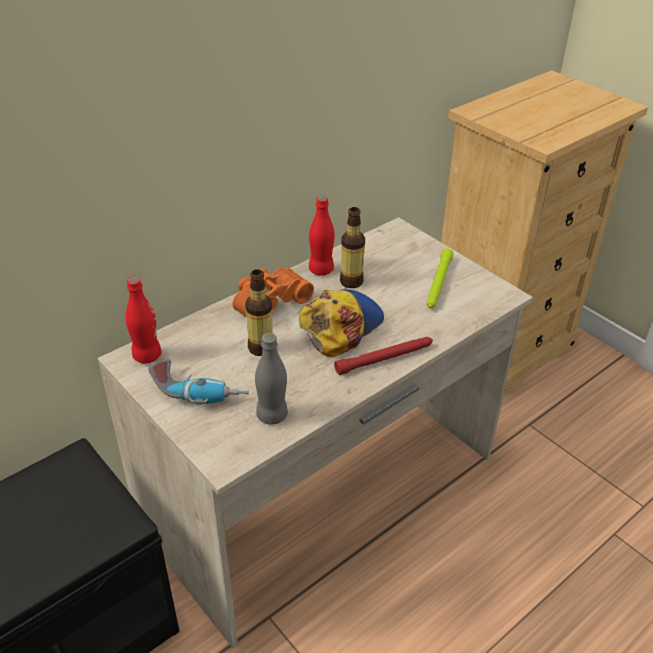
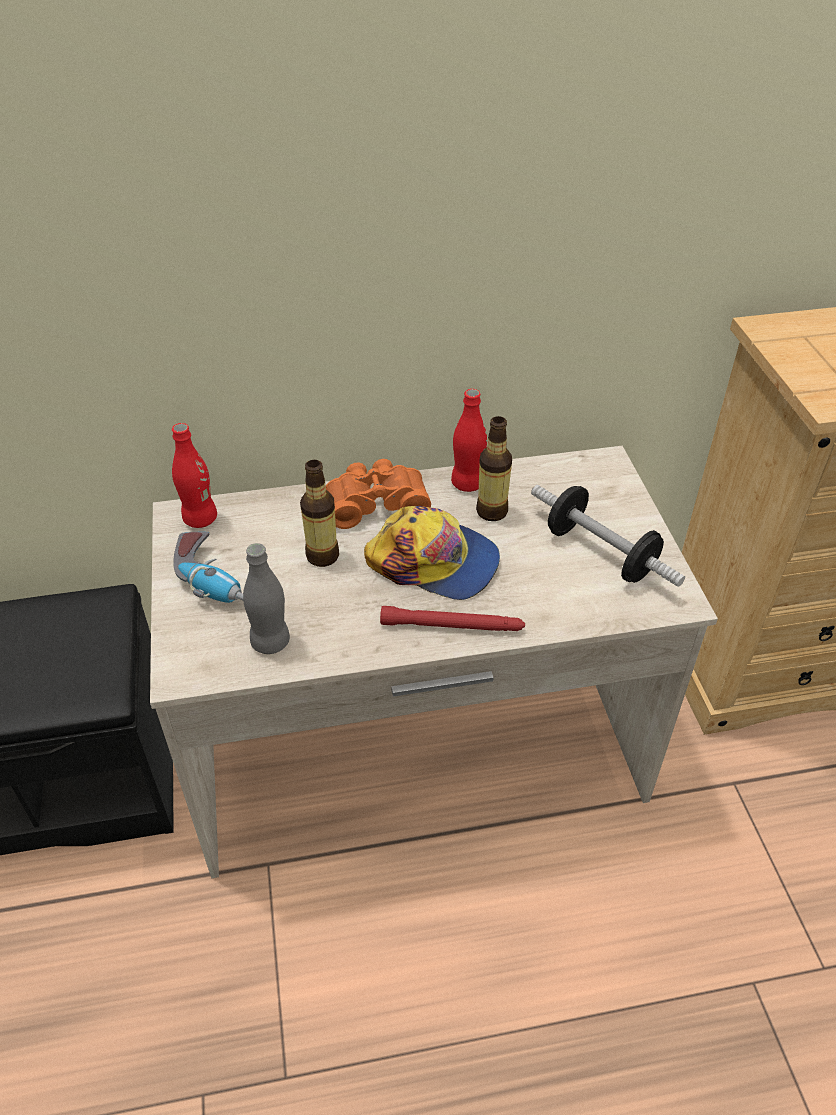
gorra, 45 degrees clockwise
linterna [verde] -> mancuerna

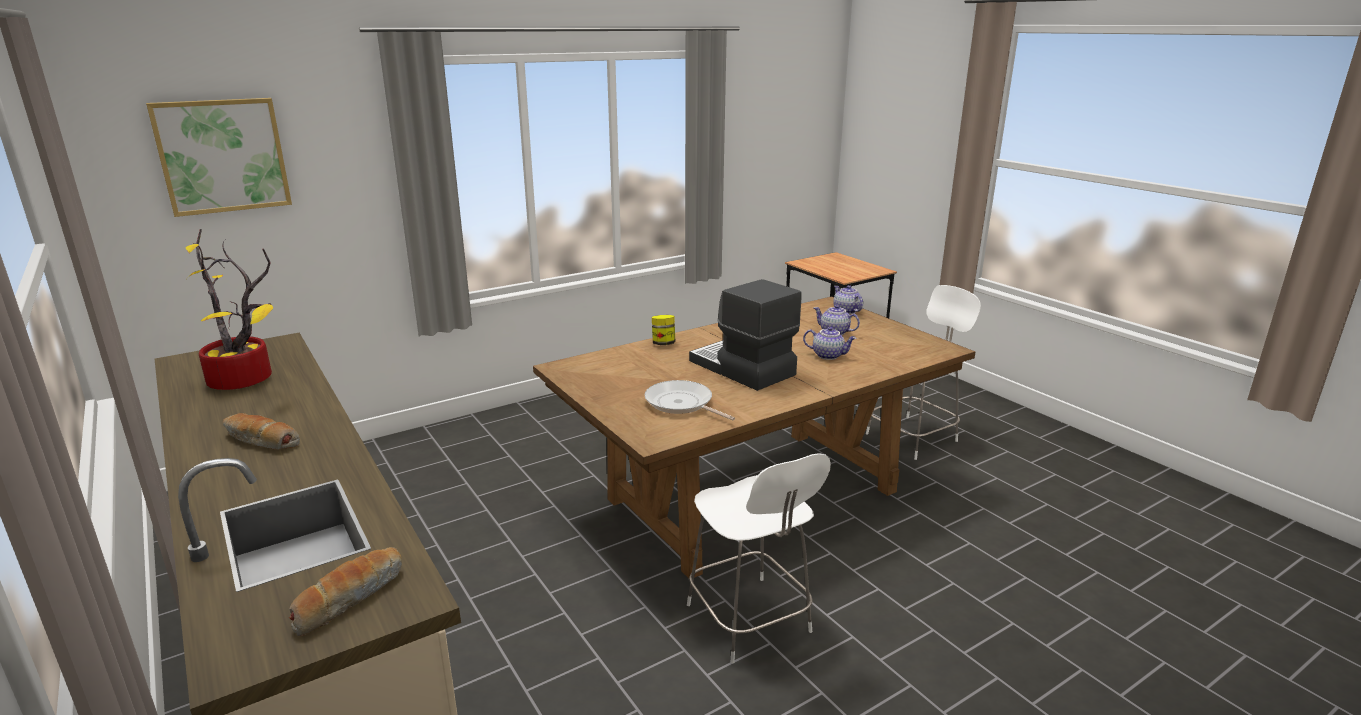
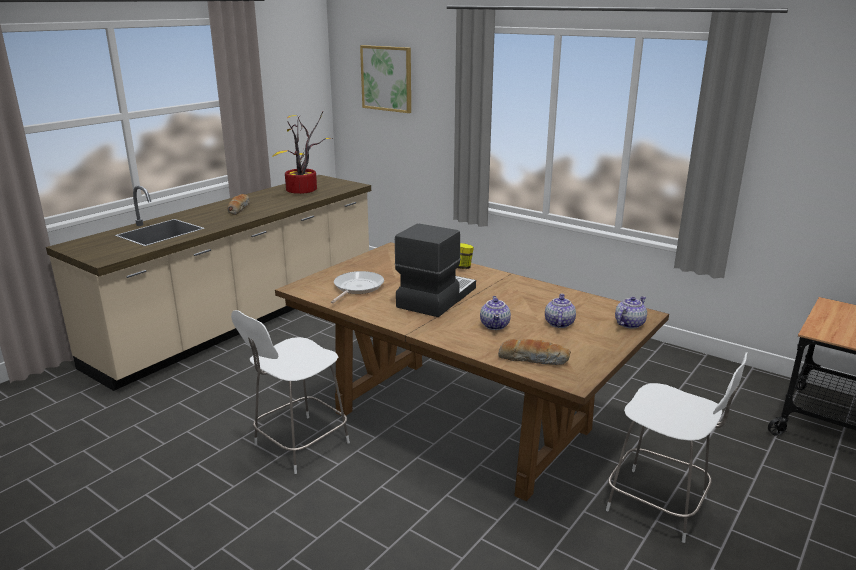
pan (2nd from left), moved

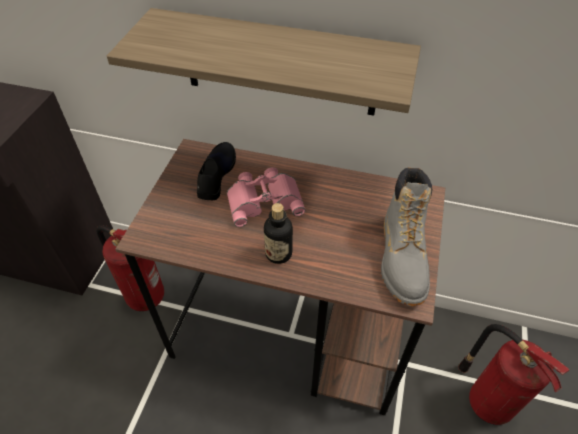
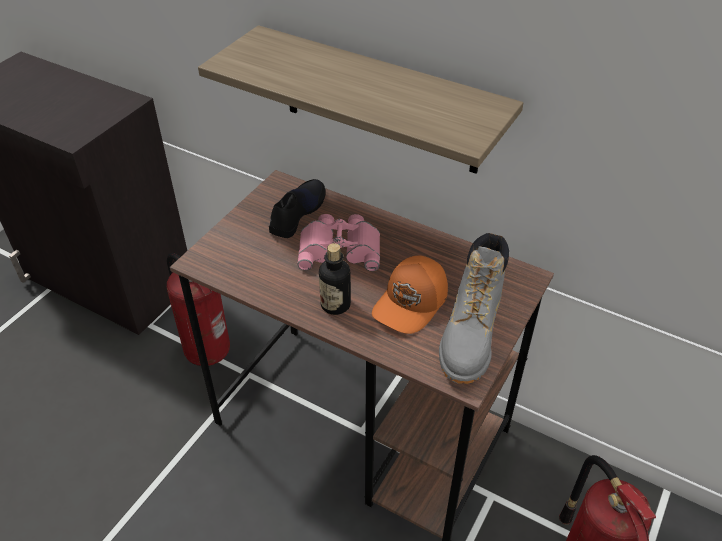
none -> gorra [naranja]

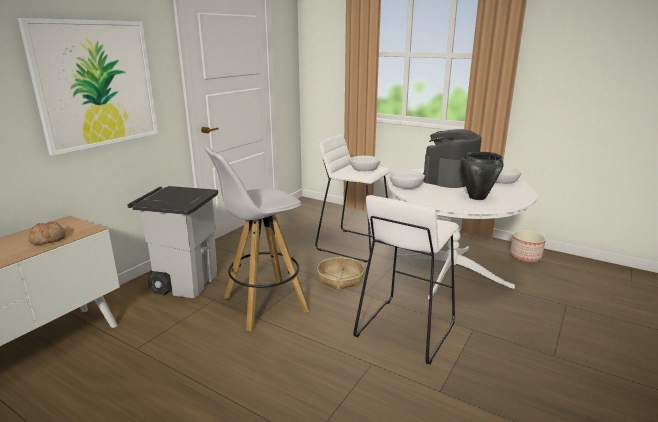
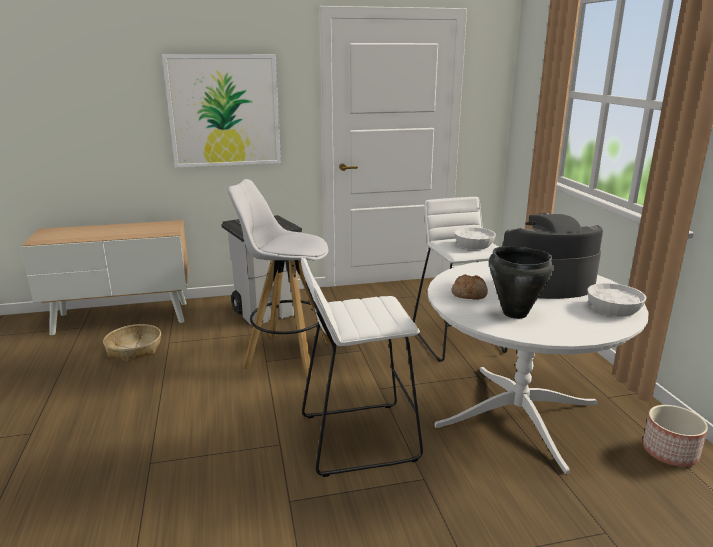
pan, moved
cesta, moved
cuenco [blanco] (2nd from left) -> none

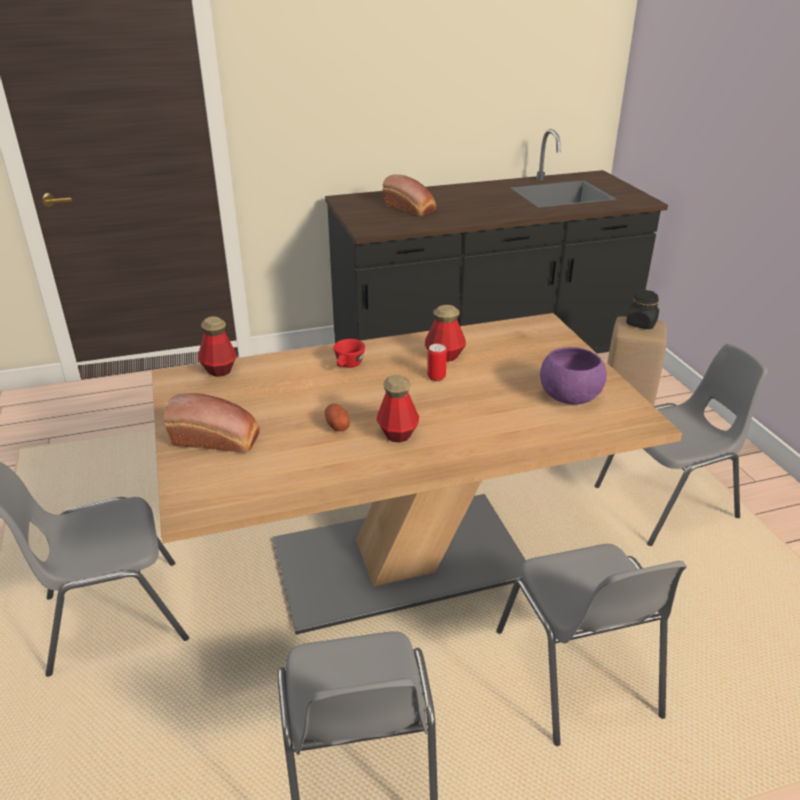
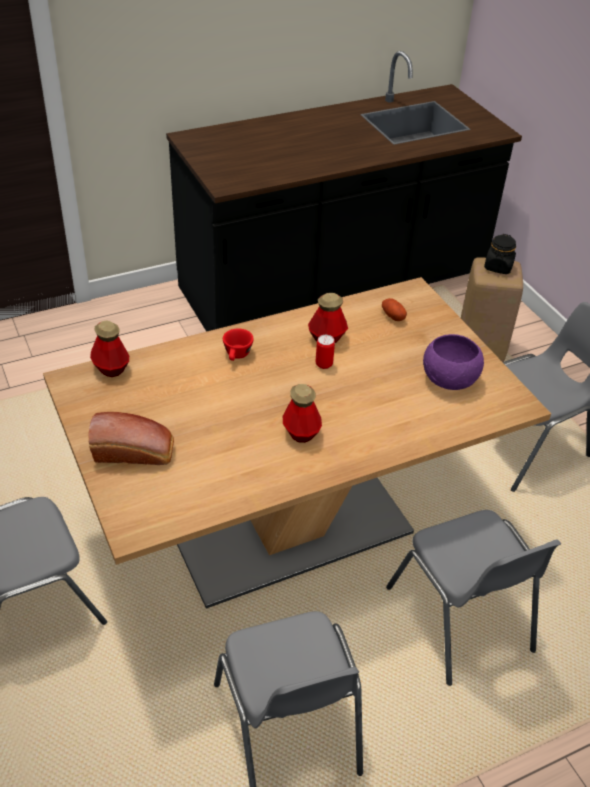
patata, moved
pan (2nd from left) -> none

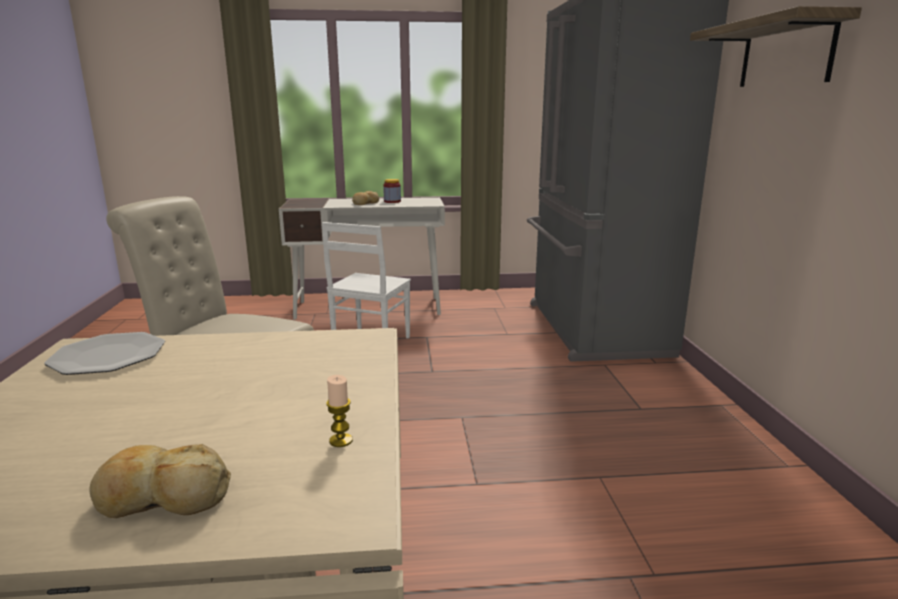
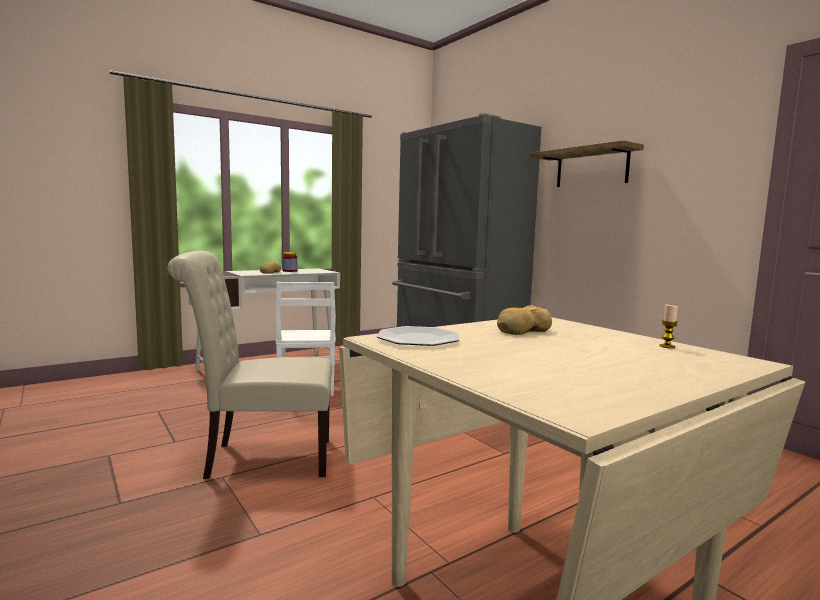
pan (1st from left in the first image) -> pan (2nd from left), moved

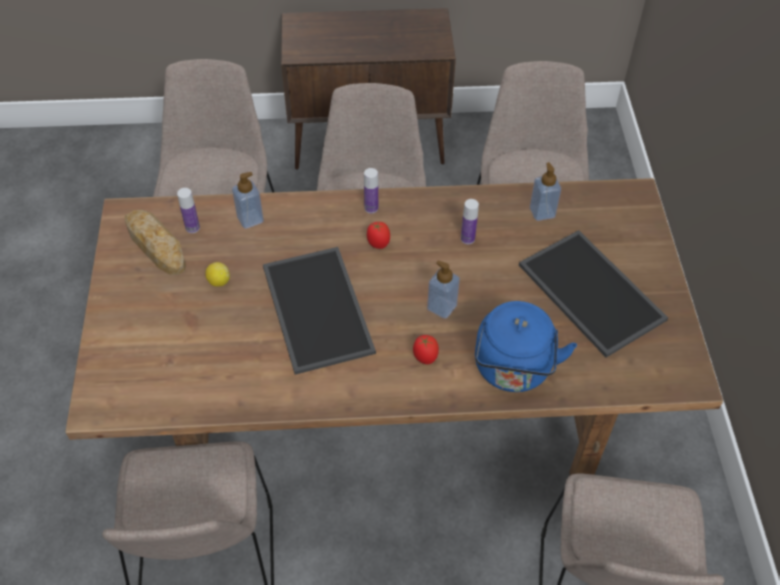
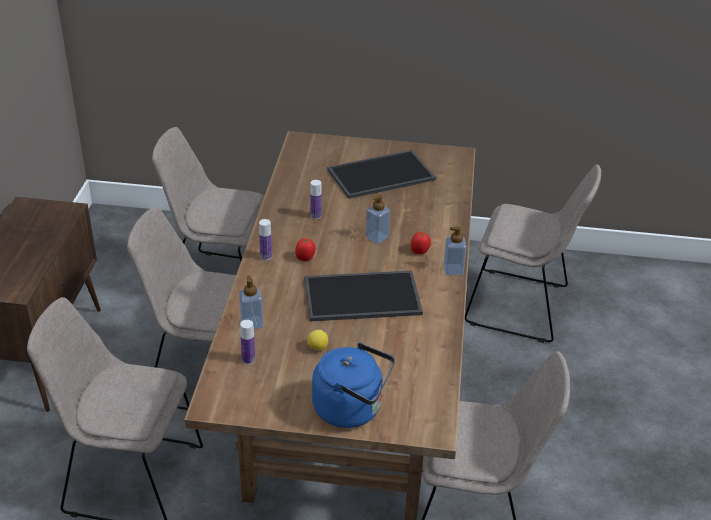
pan -> none
hervidor [azul], moved
dispensador de jabón (3rd from left), moved

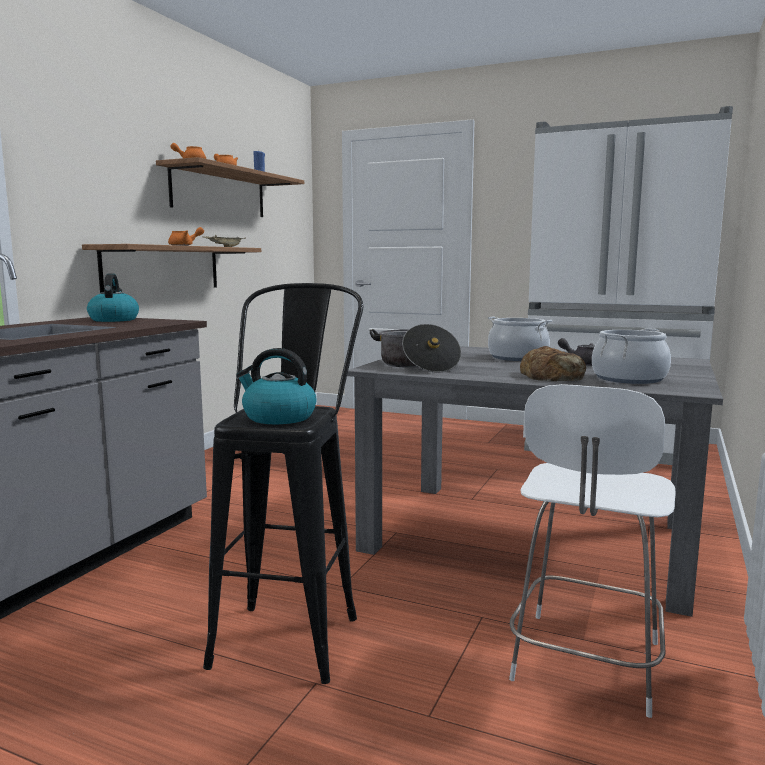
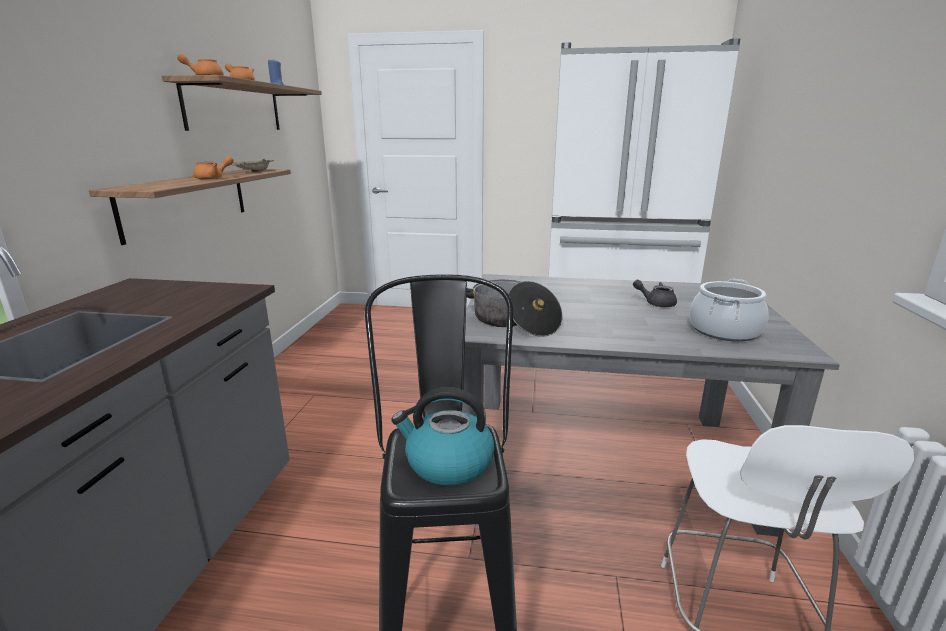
hervidor (1st from left) -> none
olla (2nd from left) -> none
pan -> none

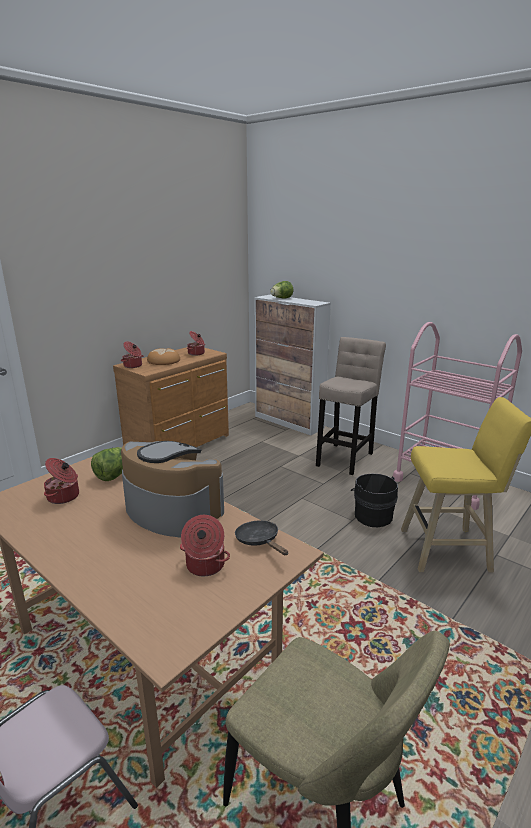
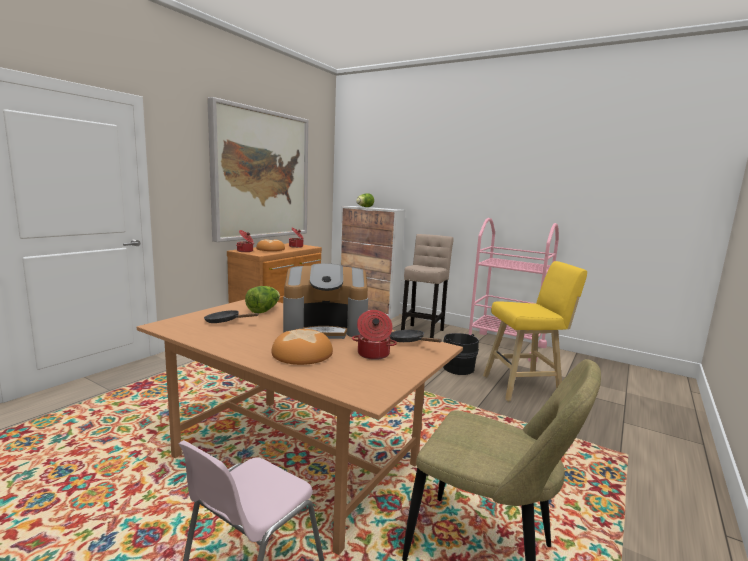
olla (1st from left) -> sartén [negro] (1st from left)
cafetera, 150 degrees clockwise
none -> cuadro
none -> pan (2nd from left)

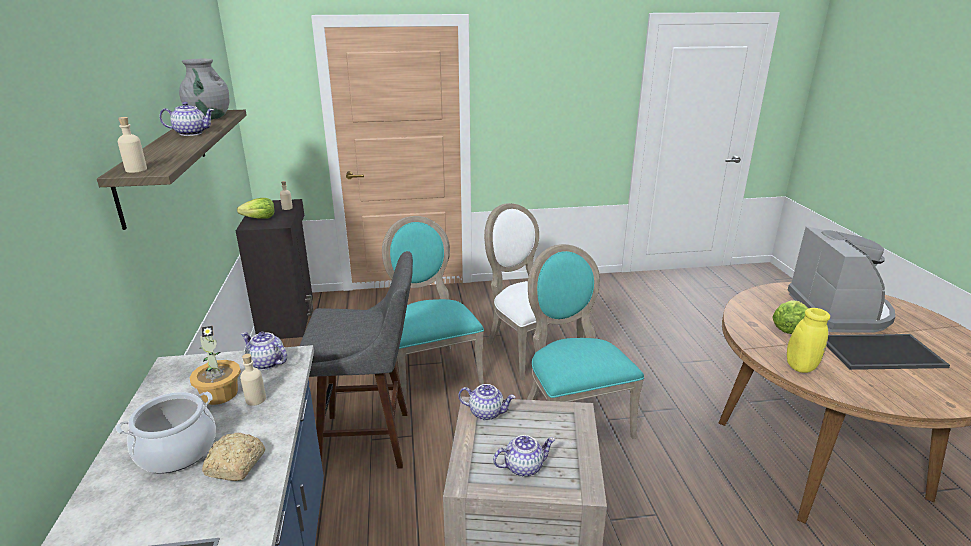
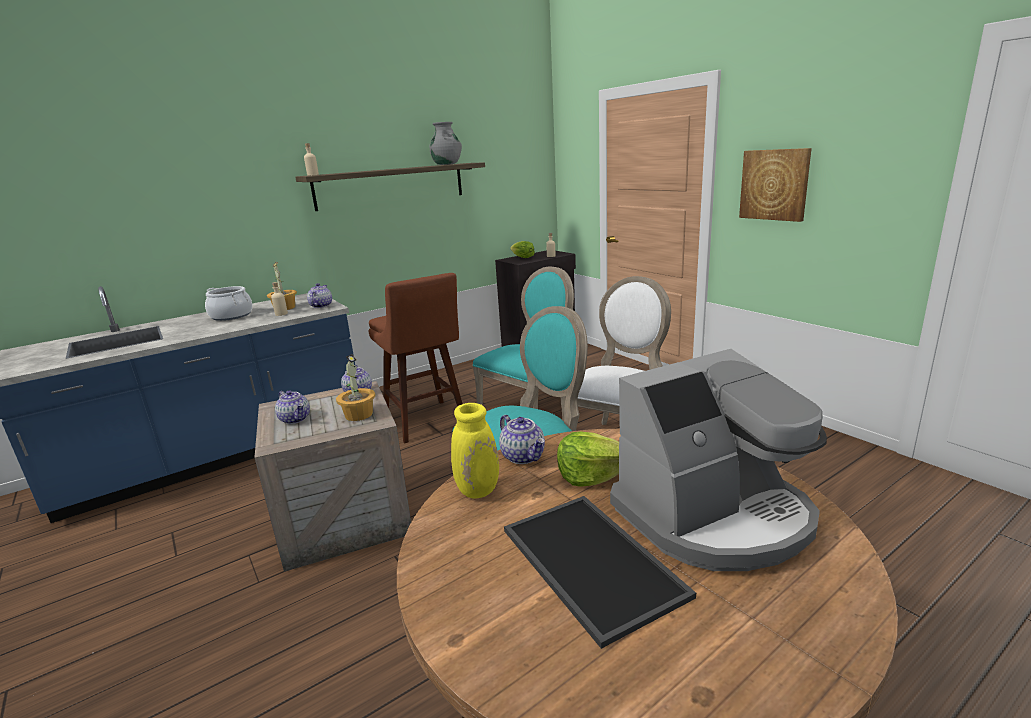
tetera (1st from left in the first image) -> tetera (4th from left), moved
pan -> none
taburete [gris] -> taburete [marrón]
none -> planta en maceta (2nd from left)
none -> cuadro

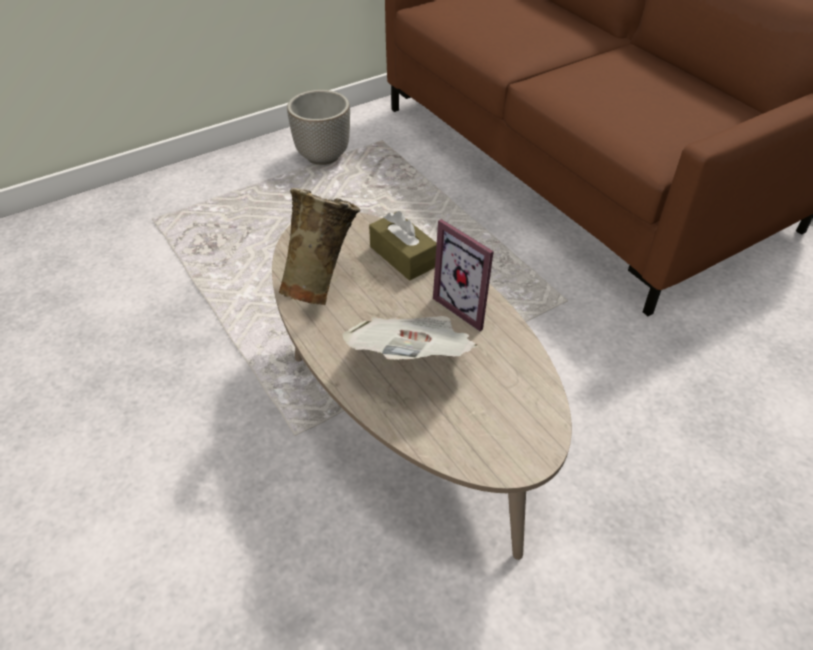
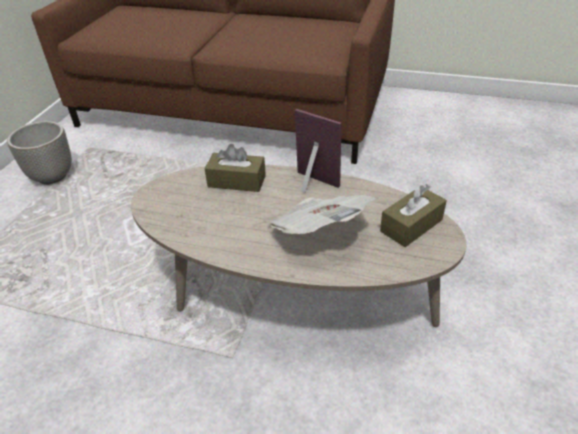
florero [beis] -> none
portarretratos, 150 degrees counterclockwise
none -> caja de pañuelos [marrón] (2nd from left)

